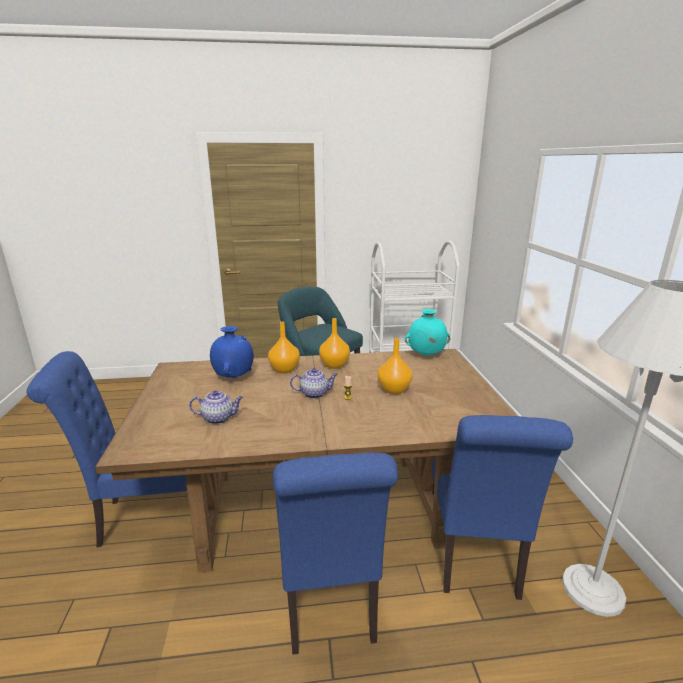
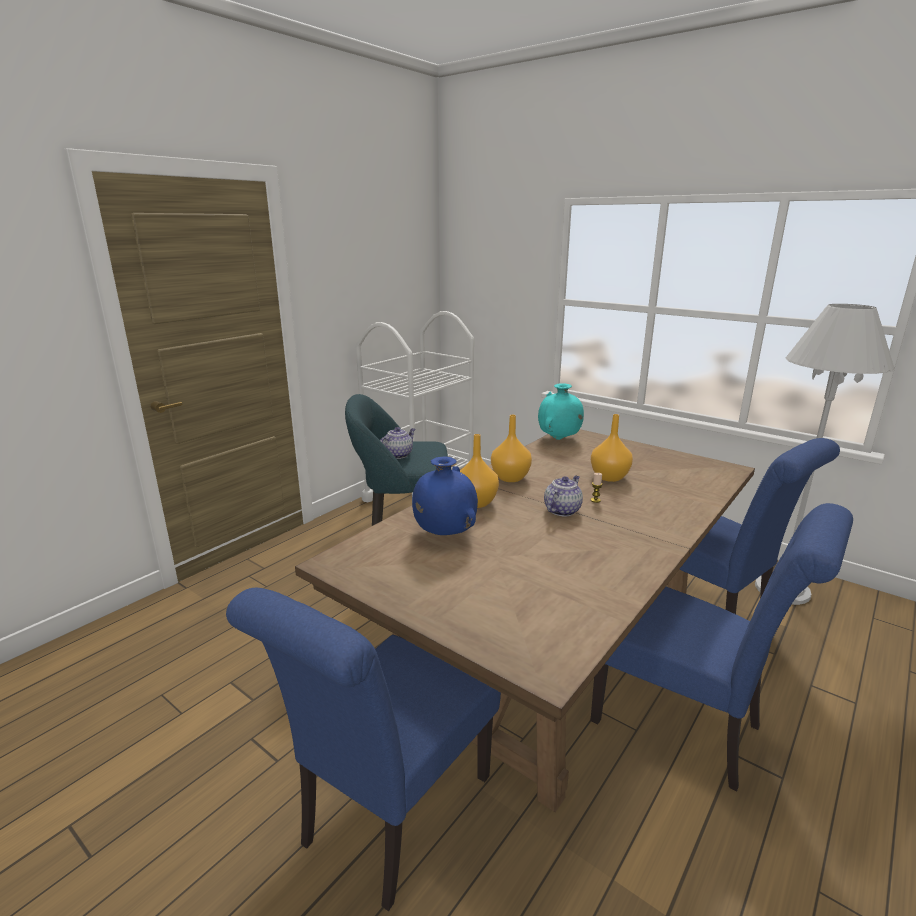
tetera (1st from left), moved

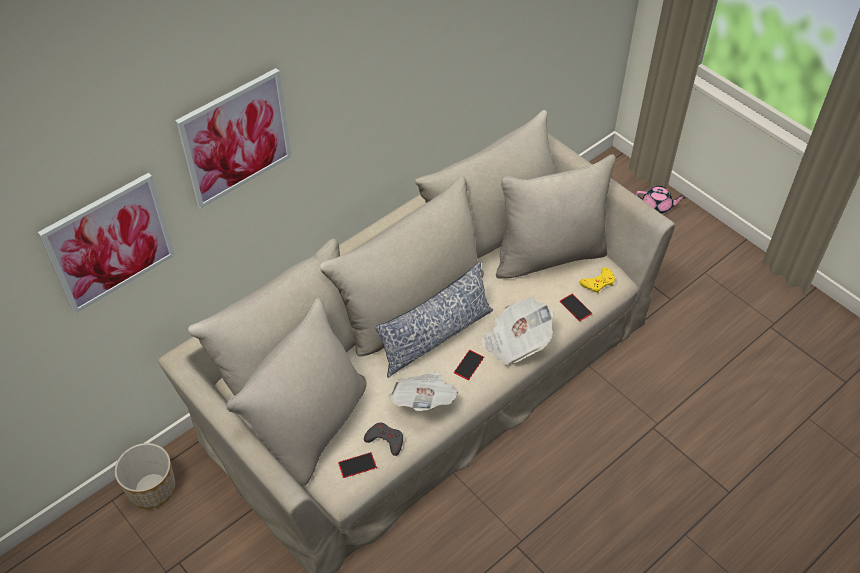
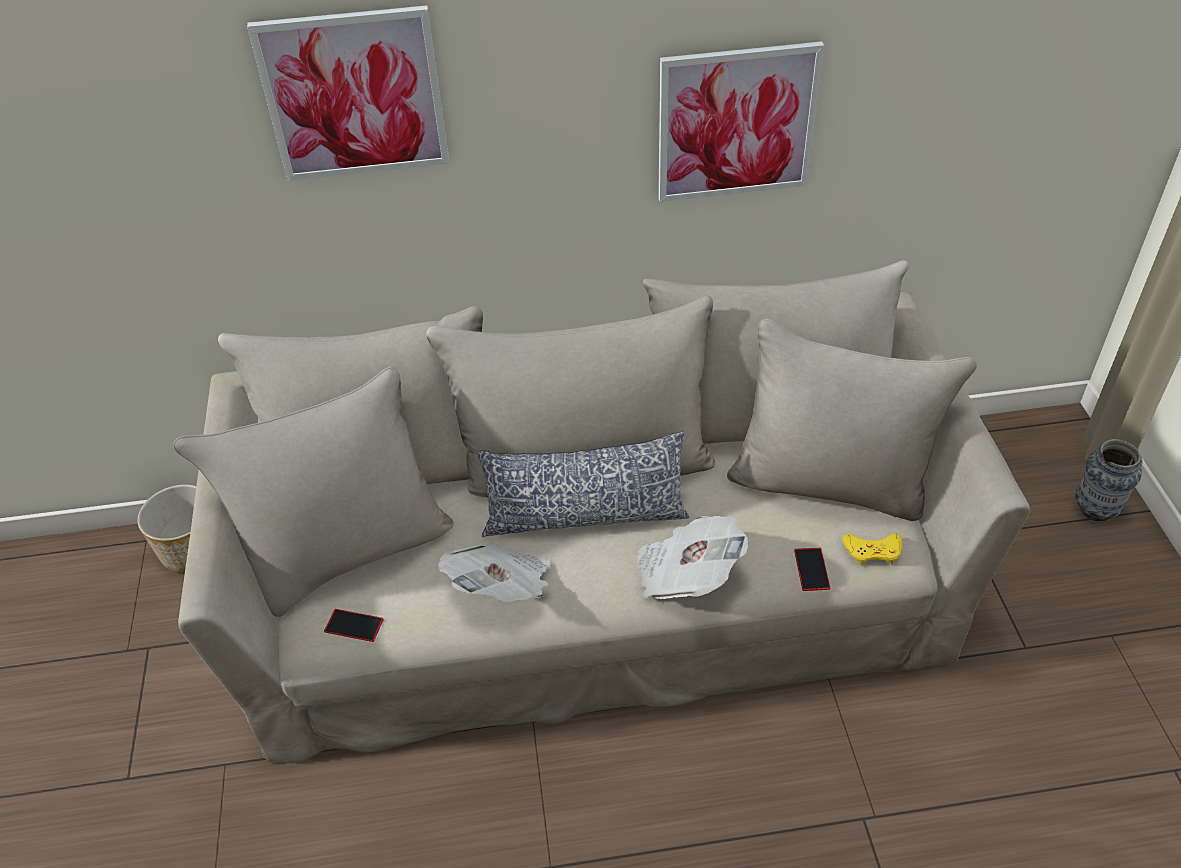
cuadro (1st from left in the first image) -> cuadro (2nd from left), moved
mando de consola [gris] -> none
móvil (2nd from left) -> none
tetera [rosa] -> florero

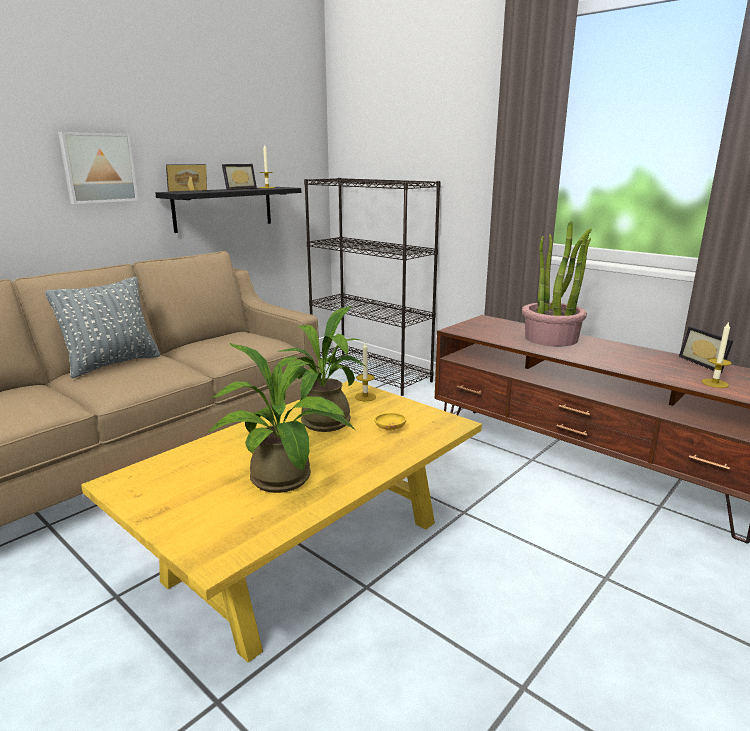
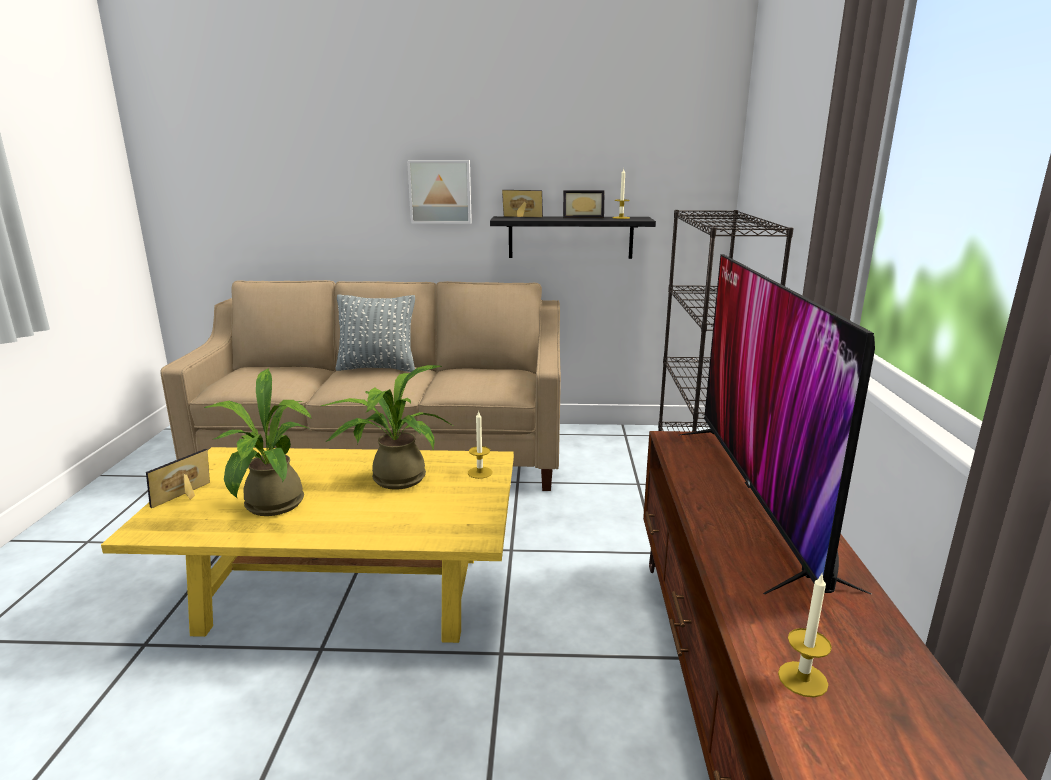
cuenco [amarillo] -> none
planta en maceta (3rd from left) -> televisor
portarretratos (3rd from left in the first image) -> portarretratos (1st from left), moved

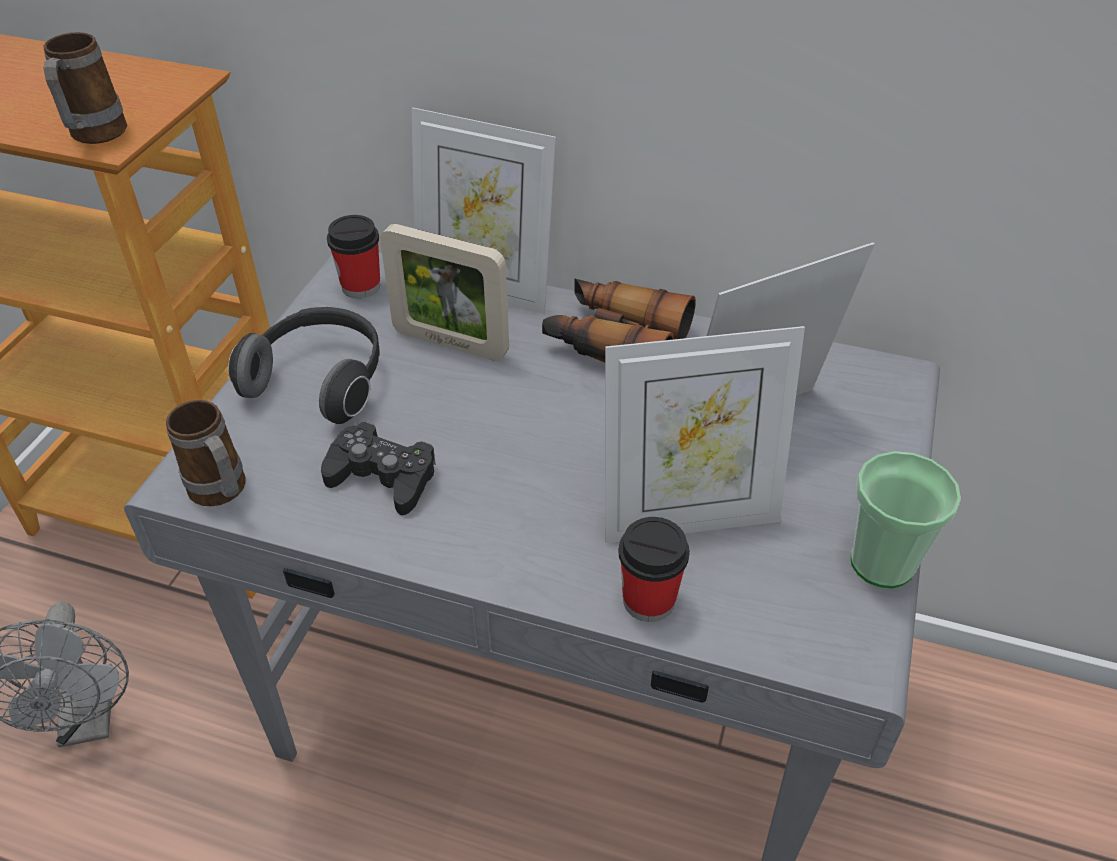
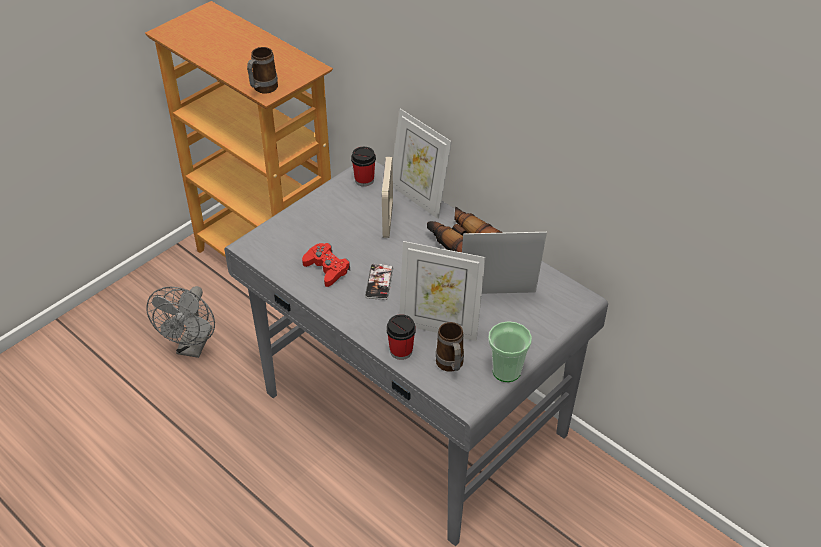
taza grande (2nd from left), moved
auriculares -> none
mando de consola [negro] -> mando de consola [rojo]
portarretratos (1st from left), 135 degrees counterclockwise
none -> móvil

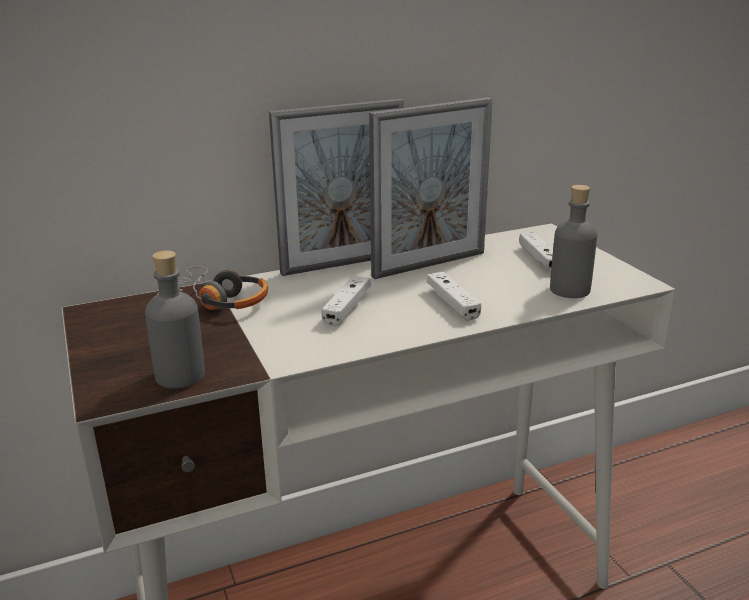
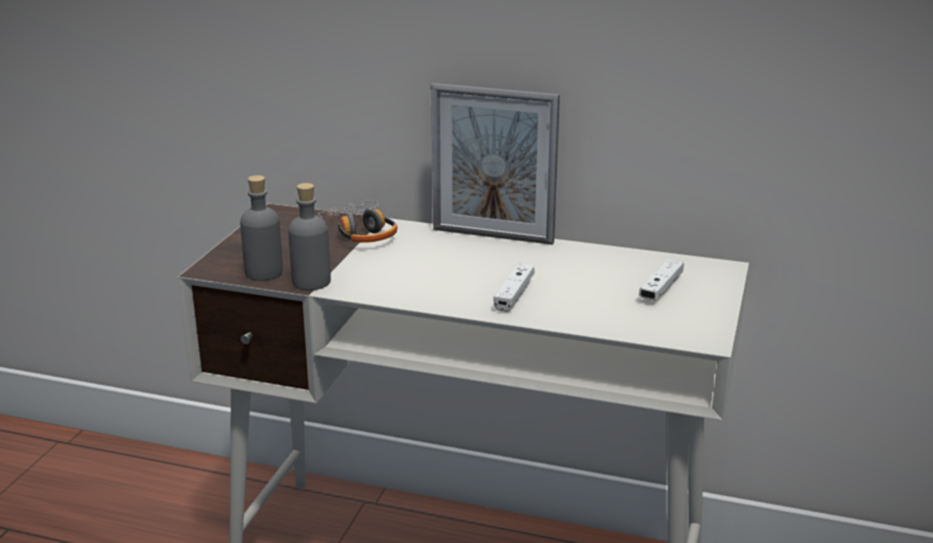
mando de consola [blanco] (1st from left) -> none
portarretratos (2nd from left) -> none
botella [gris] (2nd from left), moved

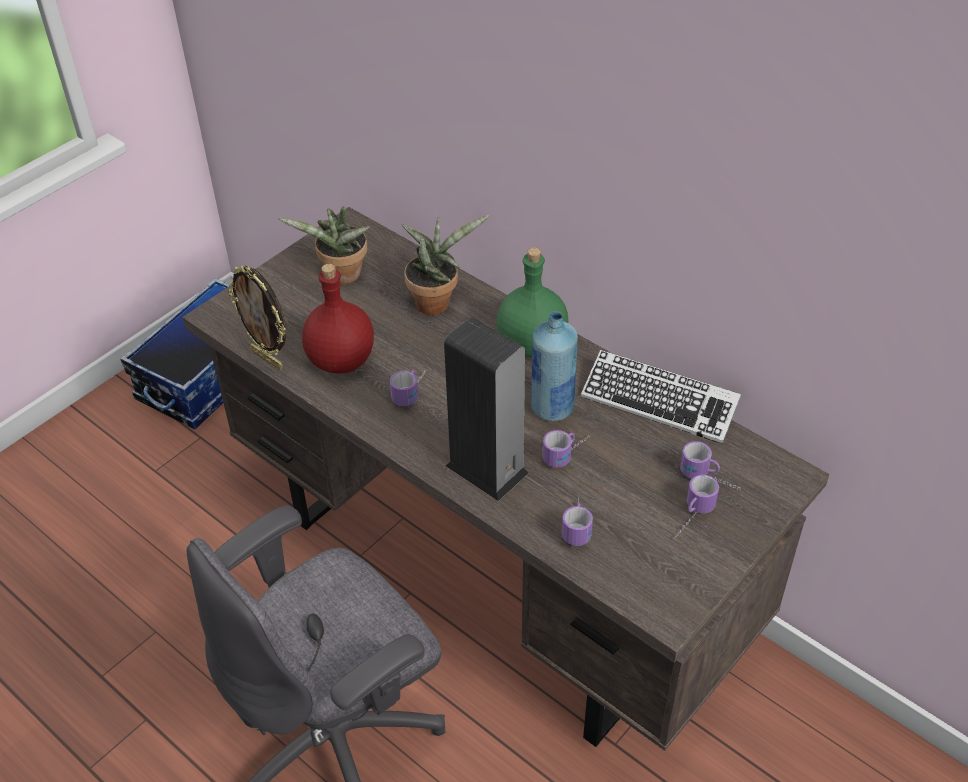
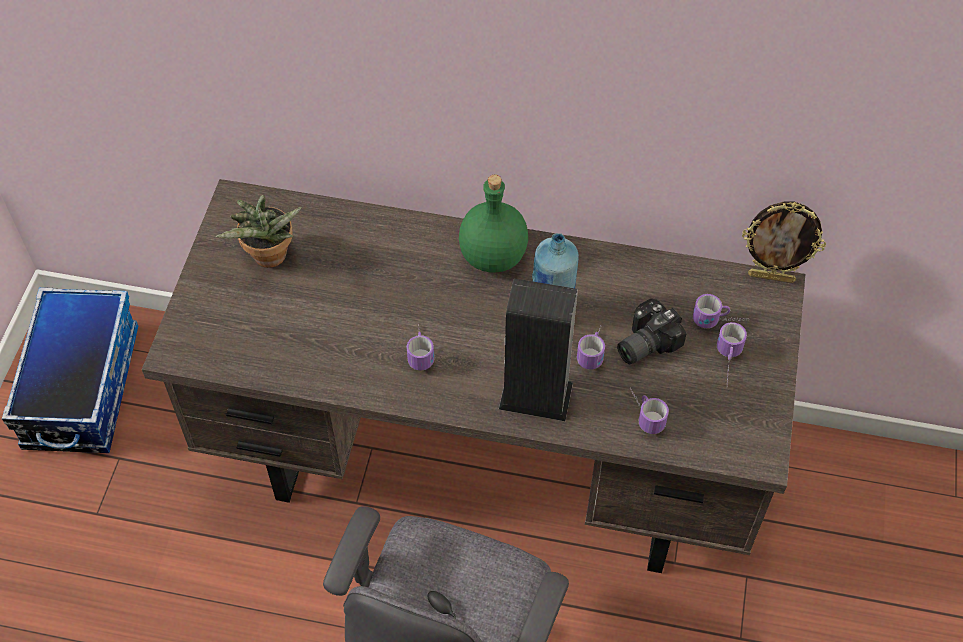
portarretratos, moved
botella [rojo] -> none
planta en maceta (2nd from left) -> none
teclado -> none
none -> cámara

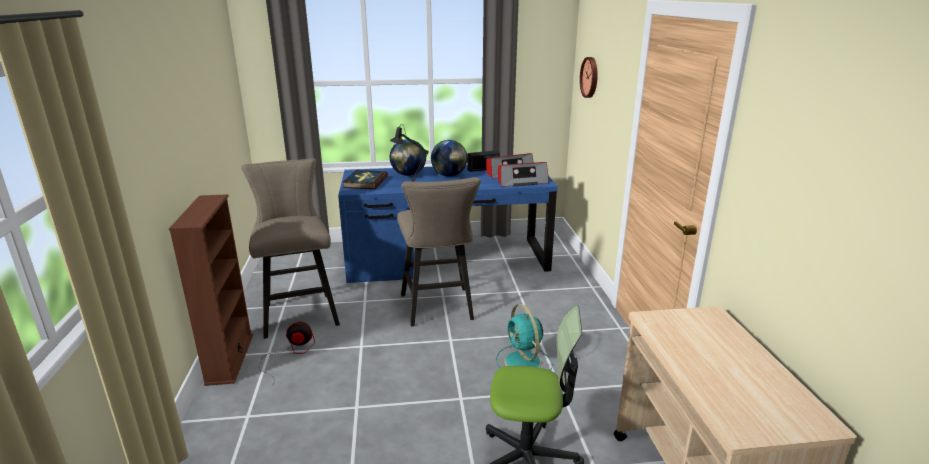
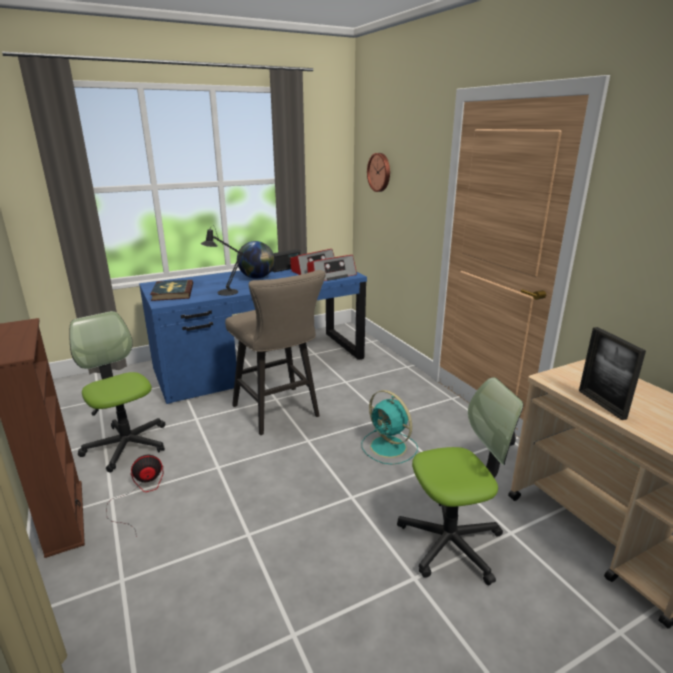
taburete [beis] (1st from left) -> silla de oficina (1st from left)
globo terráqueo (1st from left) -> none
none -> portarretratos

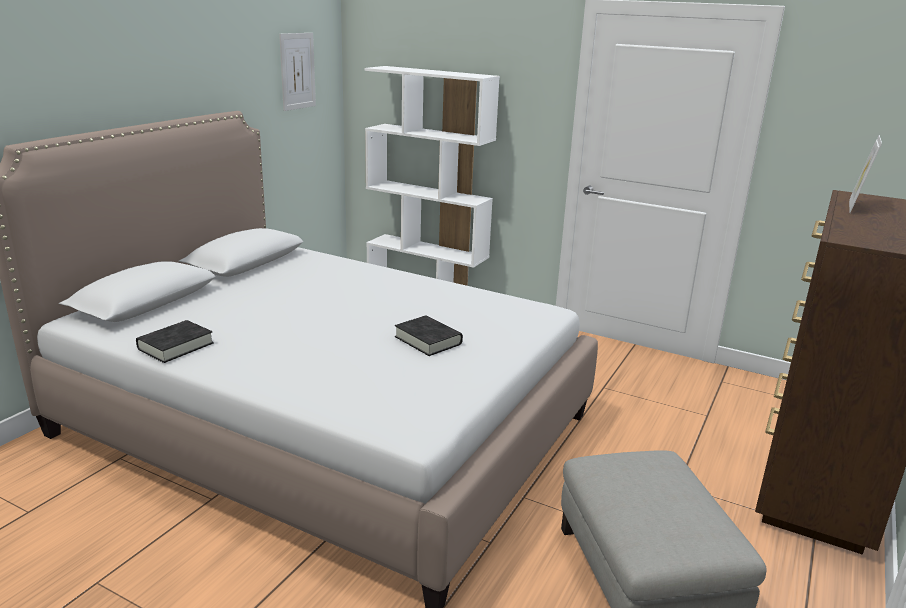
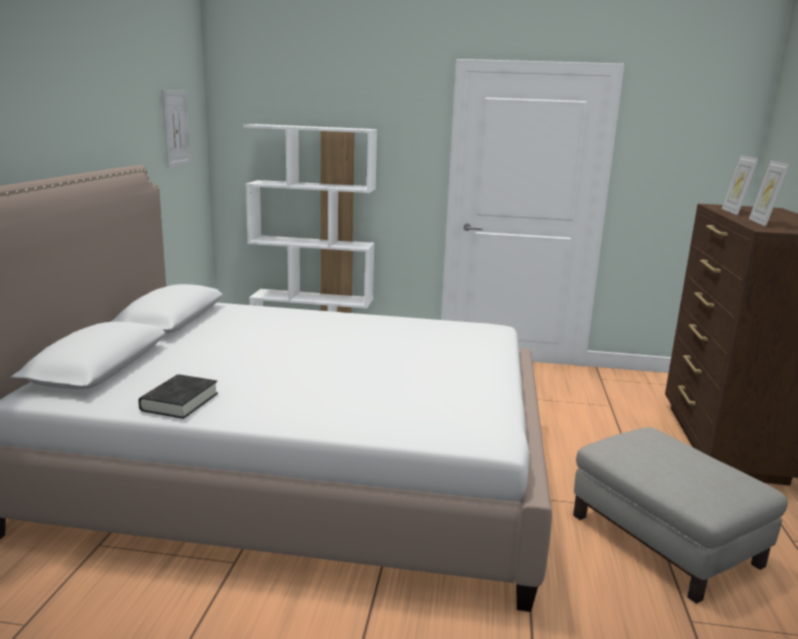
libro [negro] (2nd from left) -> none
none -> portarretratos (2nd from left)

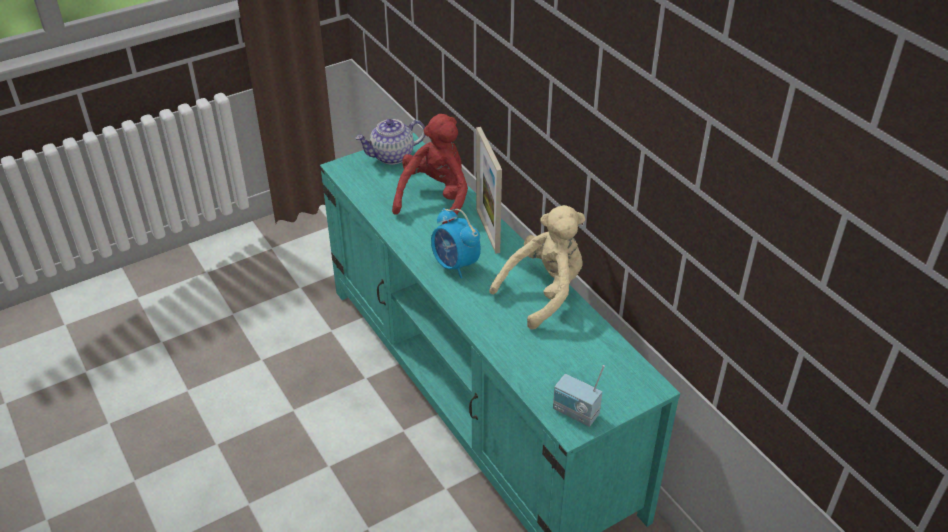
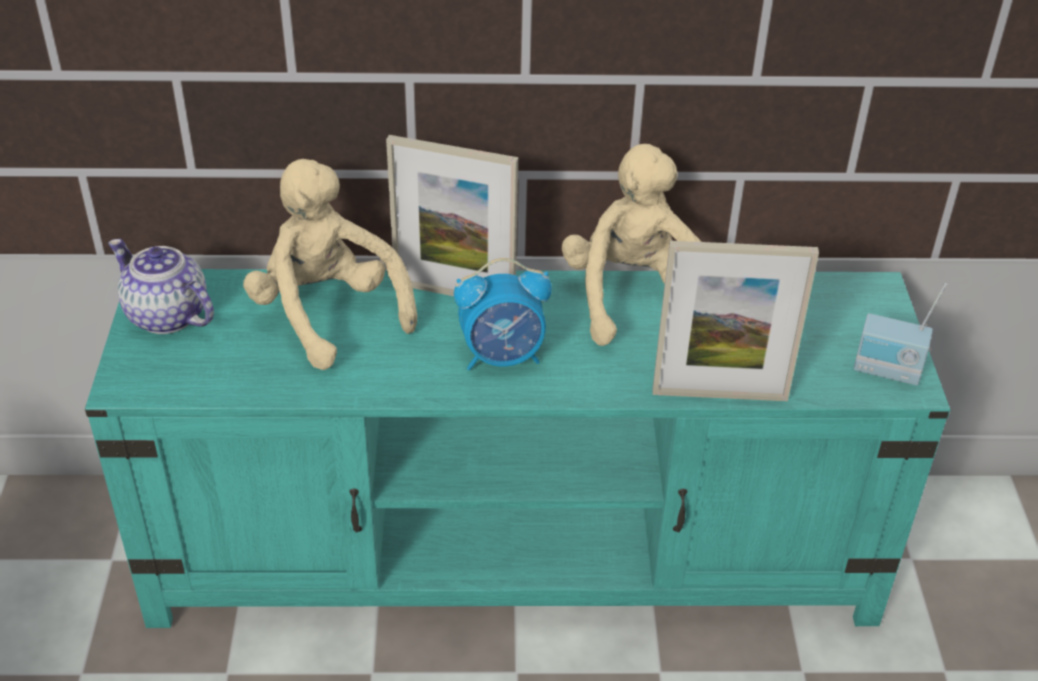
tetera, 120 degrees clockwise
peluche [rojo] -> peluche [beis] (1st from left)
radio, 45 degrees clockwise
none -> portarretratos (2nd from left)

